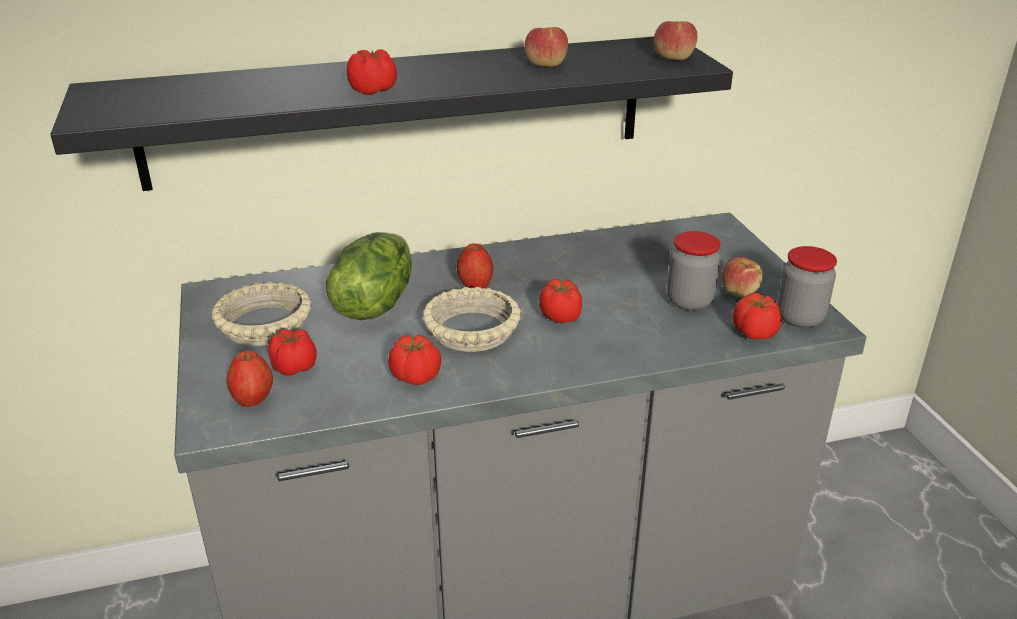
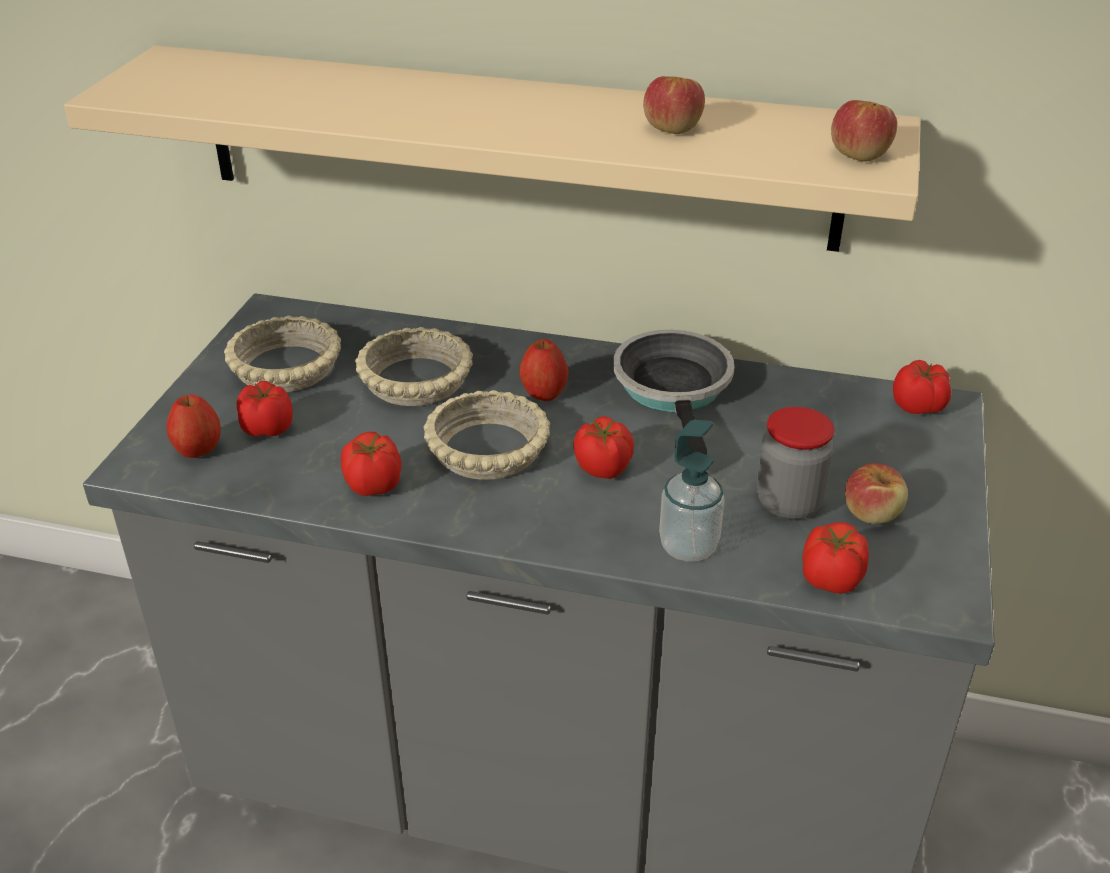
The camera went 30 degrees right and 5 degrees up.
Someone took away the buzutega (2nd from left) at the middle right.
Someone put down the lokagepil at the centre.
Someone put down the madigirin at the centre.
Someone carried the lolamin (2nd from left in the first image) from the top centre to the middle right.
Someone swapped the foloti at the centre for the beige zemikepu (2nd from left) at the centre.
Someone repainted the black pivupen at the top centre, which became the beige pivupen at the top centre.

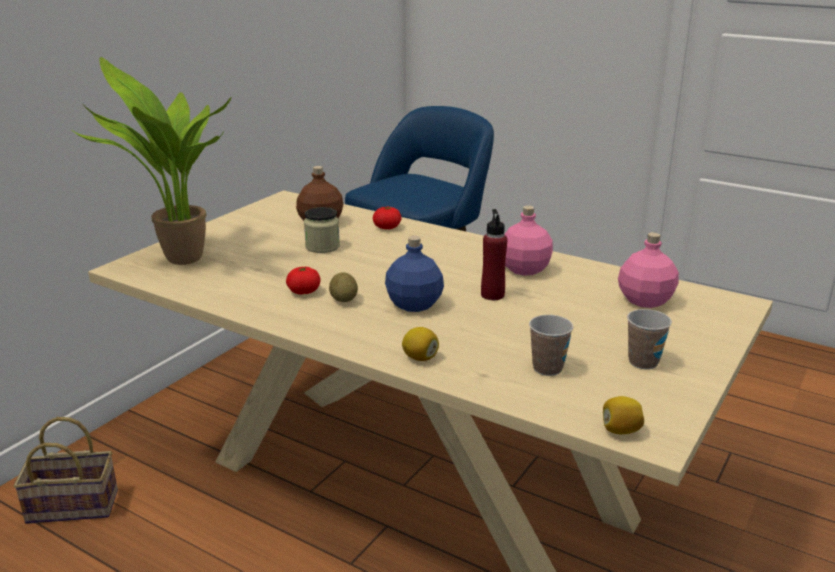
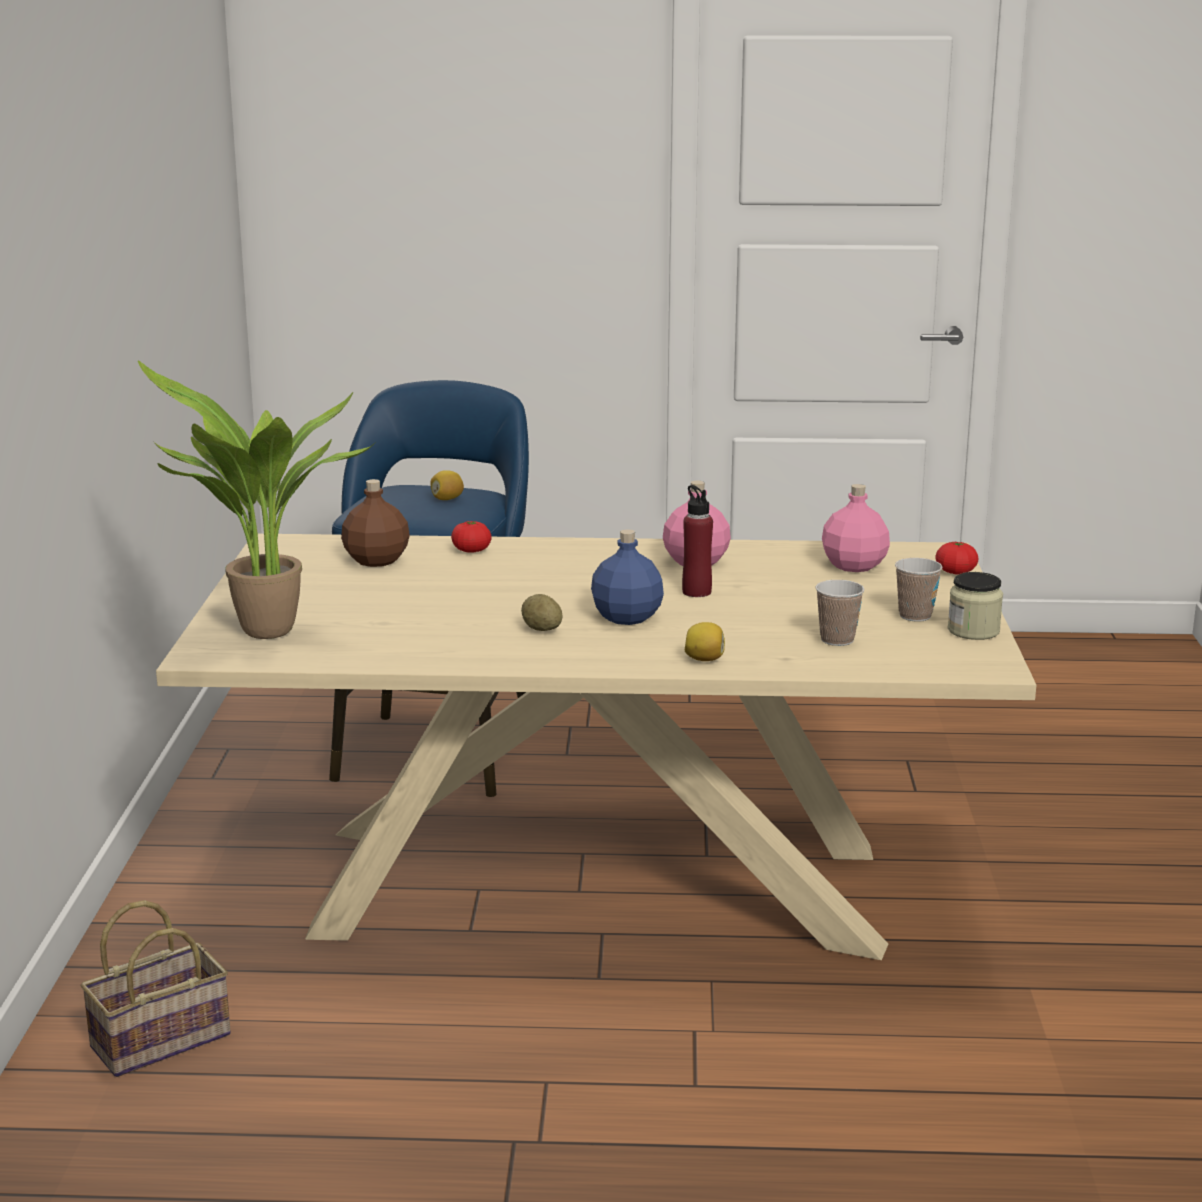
The camera went 30 degrees left and 5 degrees down.
Someone carried the lolamin (1st from left in the first image) from the centre to the middle right.
Someone carried the buzutega from the centre to the middle right.
Someone carried the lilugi (2nd from left in the first image) from the bottom right to the centre.

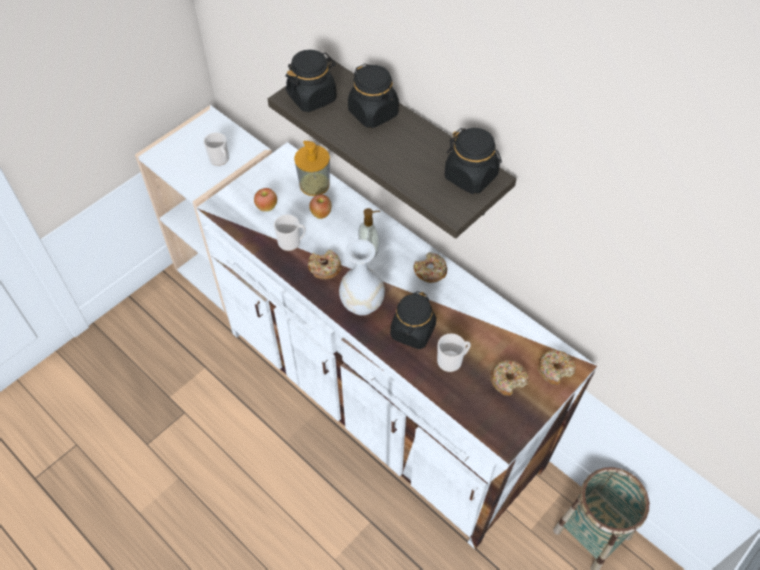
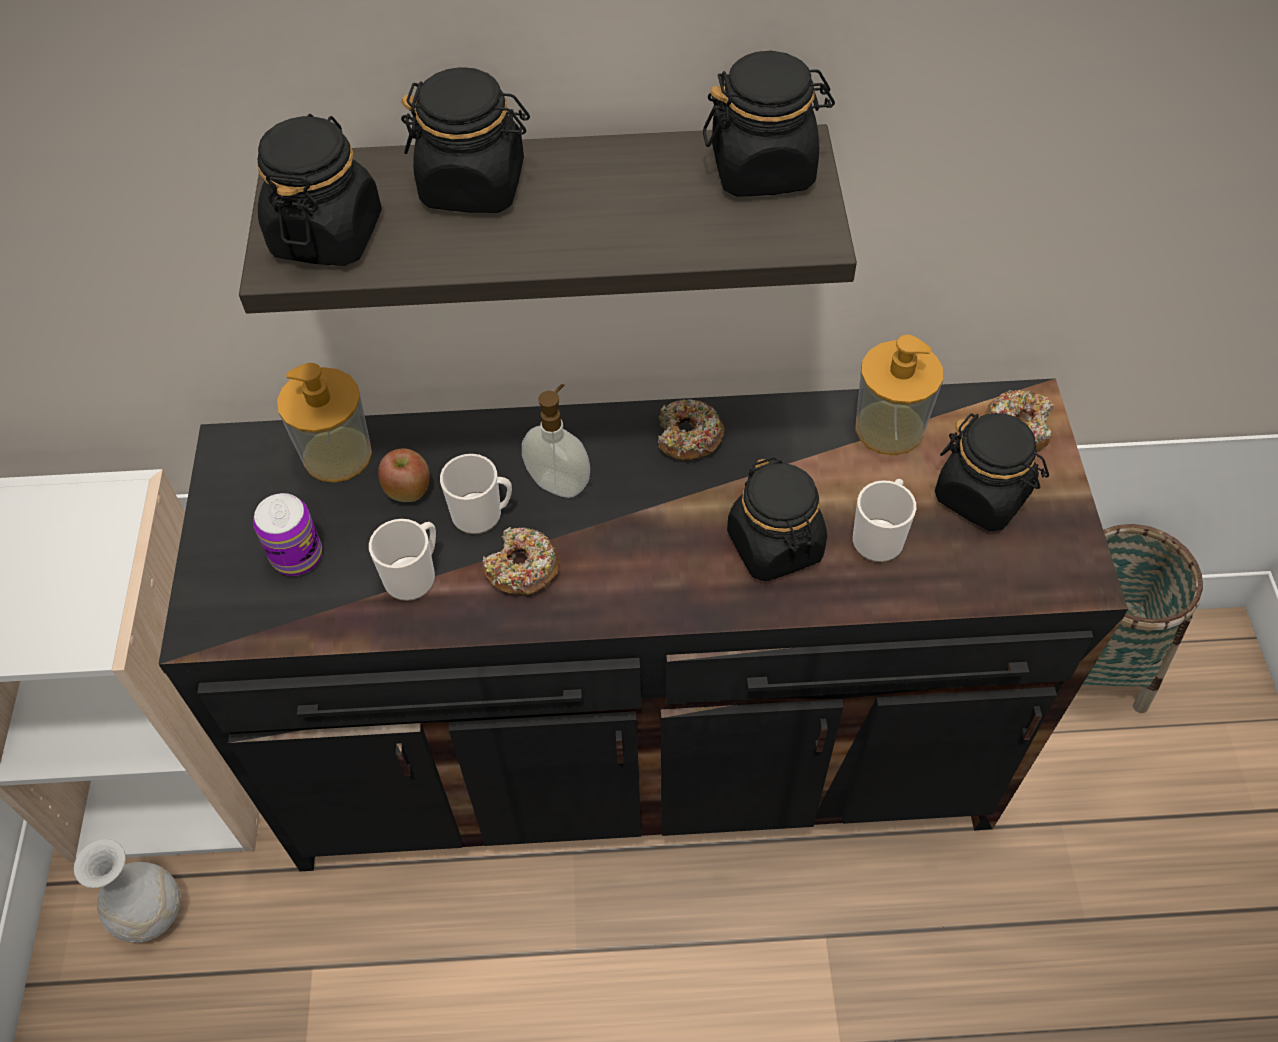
The camera went 45 degrees left and 0 degrees up.
Someone put down the madigirin (3rd from left) at the middle right.
Someone carried the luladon (1st from left in the first image) from the top left to the centre.
Someone carried the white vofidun from the centre to the bottom left.
Someone swapped the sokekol (1st from left) at the centre for the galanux at the middle left.
Someone swapped the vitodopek (3rd from left) at the middle right for the black buzutega (5th from left) at the middle right.
Someone repainted the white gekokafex at the centre, which became the black gekokafex at the centre.

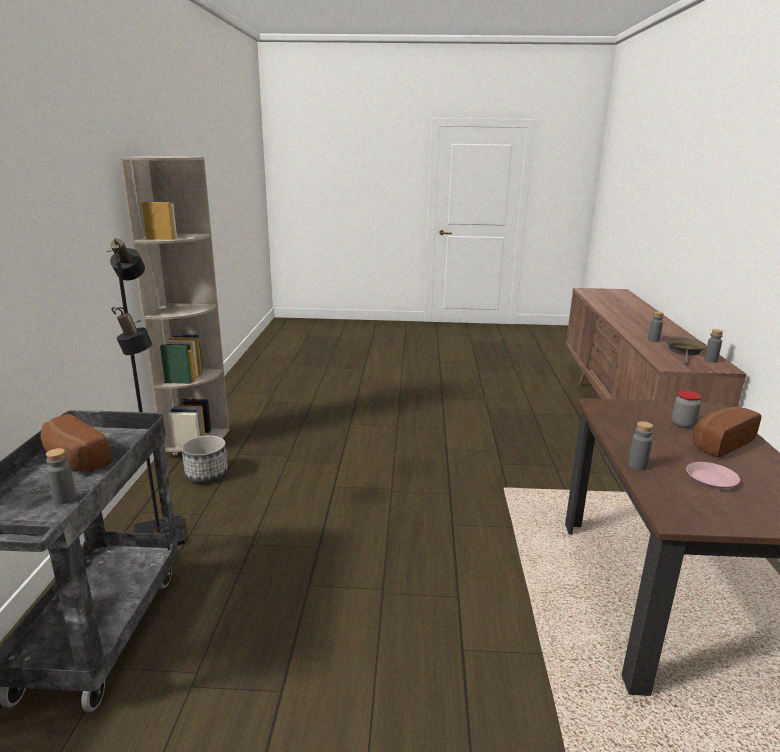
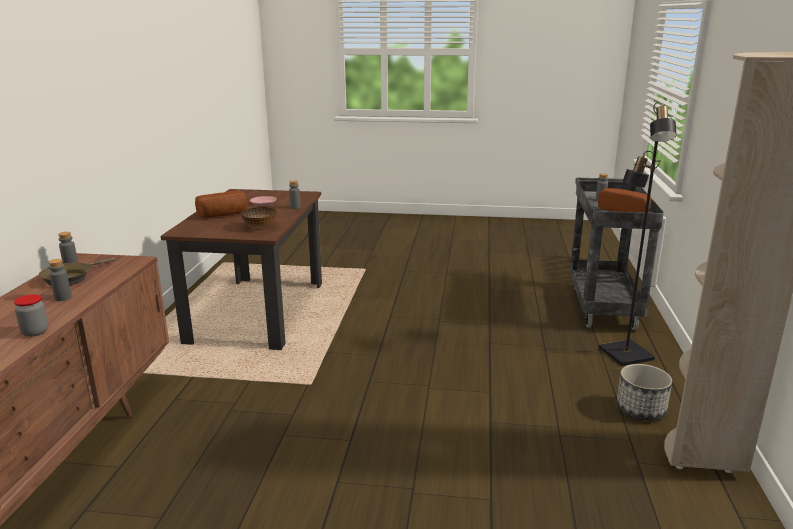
The camera went 175 degrees left and 0 degrees up.
Someone put down the zemikepu at the middle left.
Someone carried the buzutega from the middle right to the middle left.

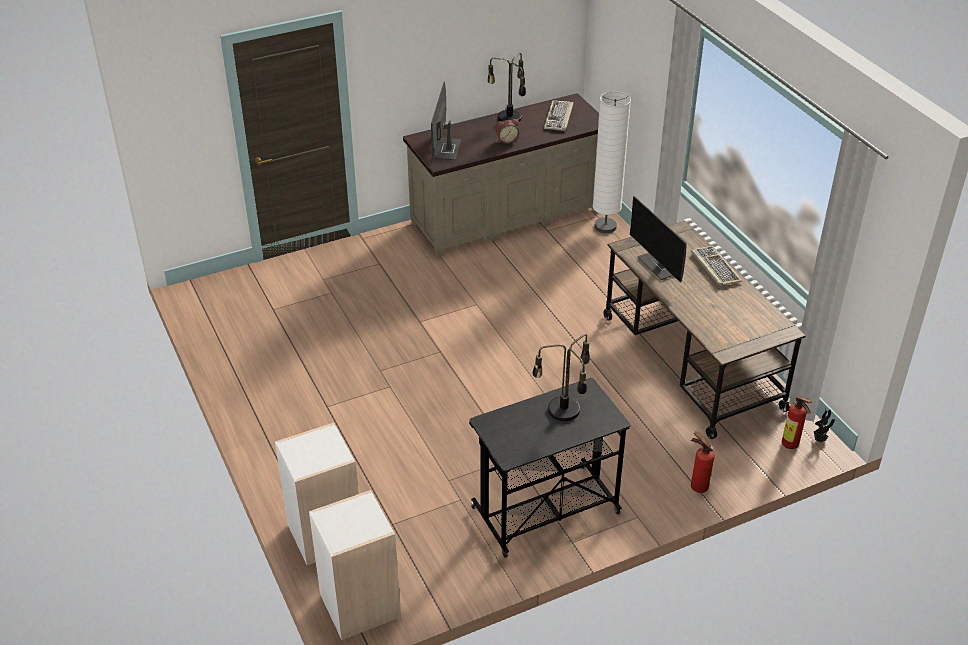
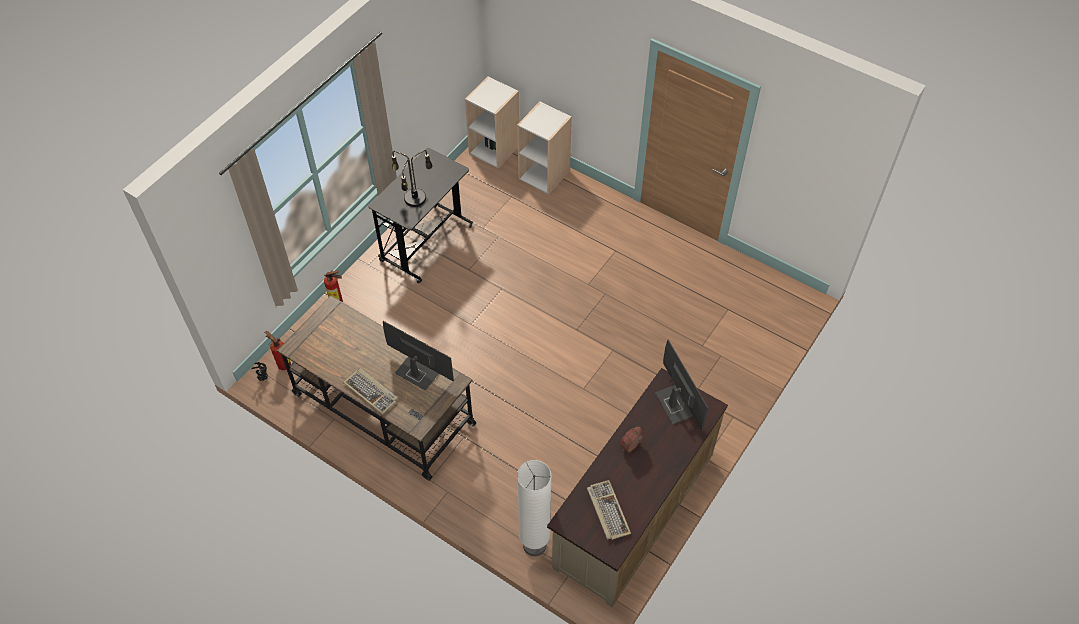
The camera went 150 degrees right and 15 degrees up.
Someone took away the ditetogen (1st from left) at the top centre.

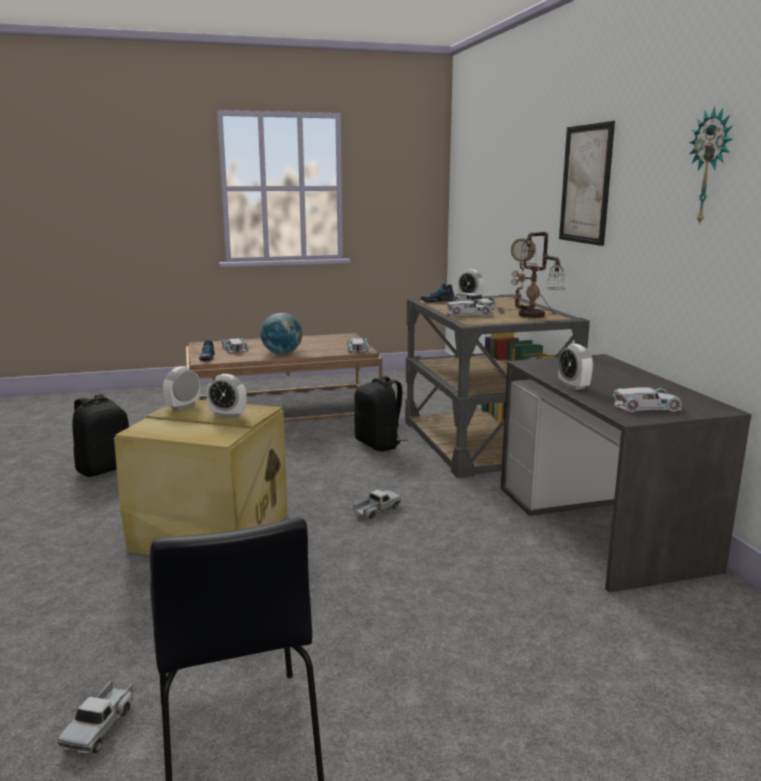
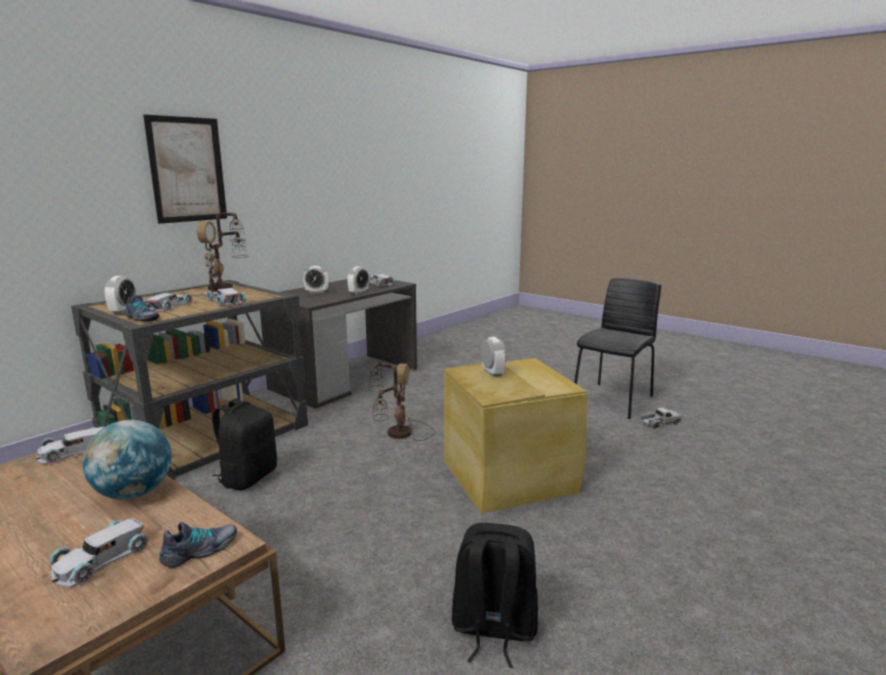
The camera went 125 degrees left and 0 degrees up.
Someone took away the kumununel at the top right.
Someone carried the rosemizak (1st from left in the first image) from the middle left to the centre.
Someone swapped the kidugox (2nd from left) at the centre for the ditetogen (2nd from left) at the centre.

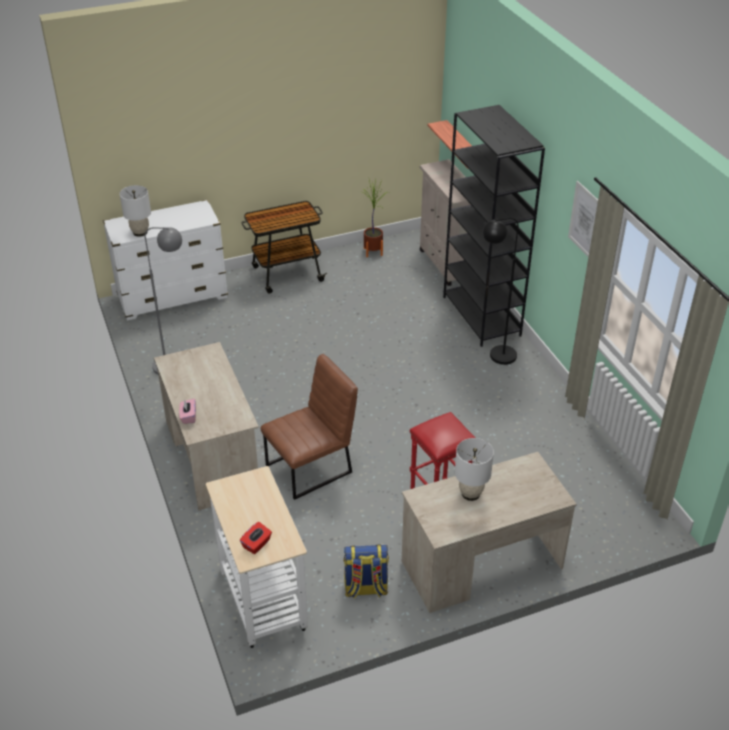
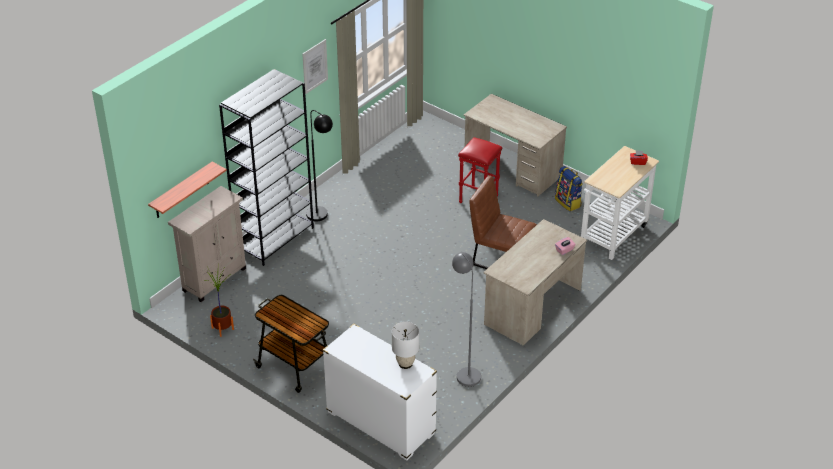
The camera went 120 degrees left and 0 degrees up.
Someone took away the white ditetogen (2nd from left) at the centre.

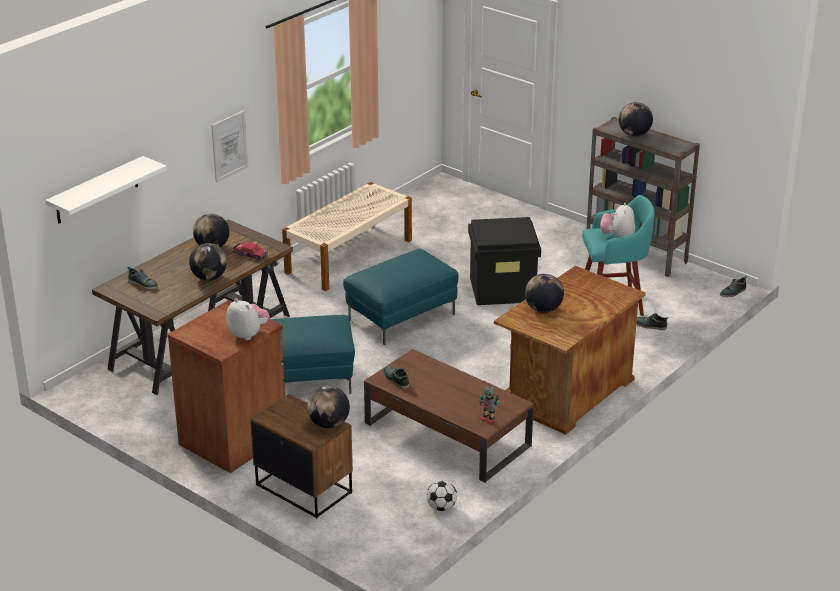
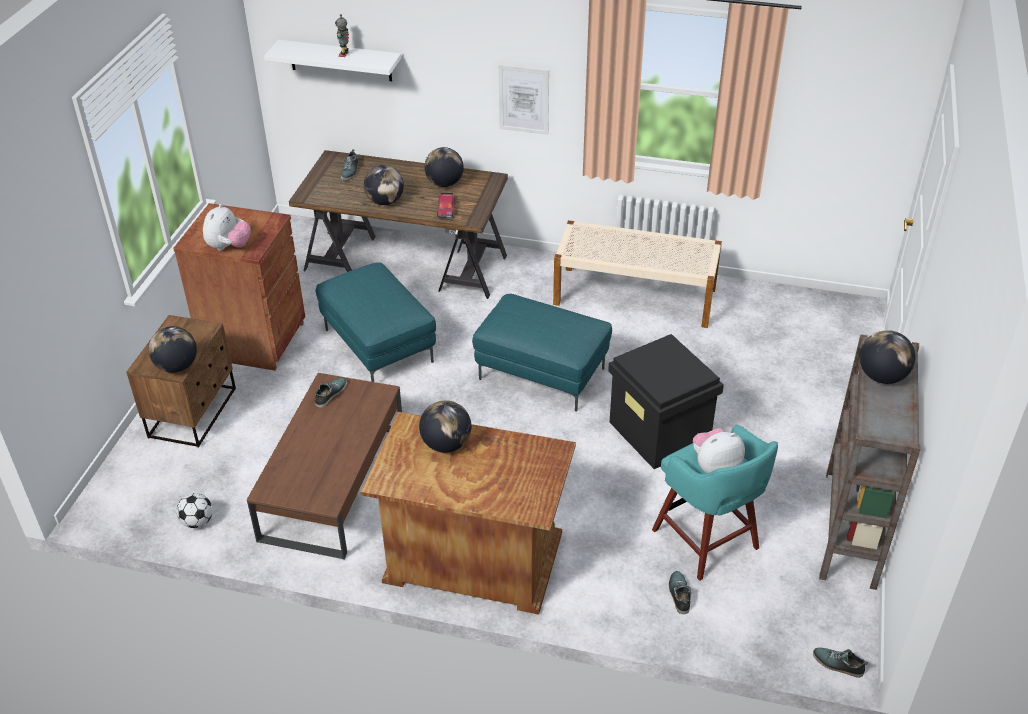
The camera went 65 degrees right and 10 degrees up.
Someone carried the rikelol from the bottom centre to the top left.

